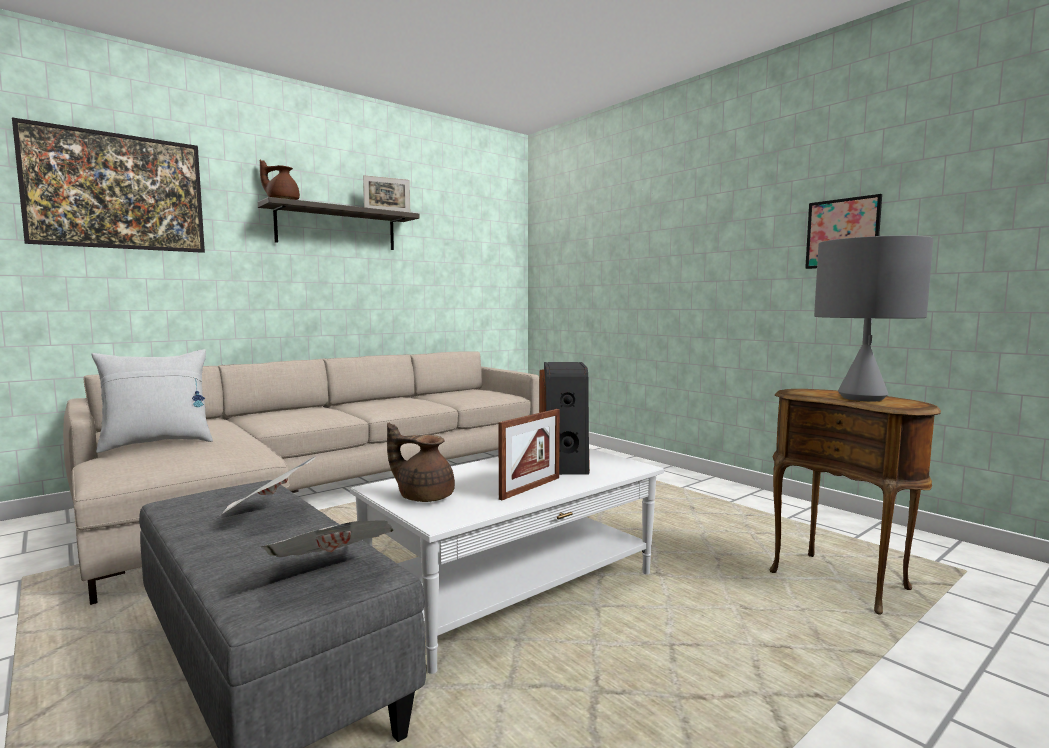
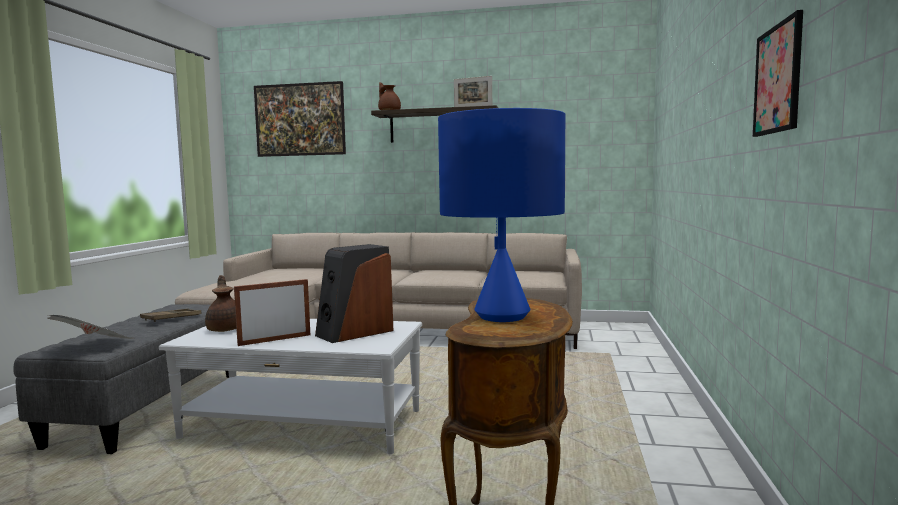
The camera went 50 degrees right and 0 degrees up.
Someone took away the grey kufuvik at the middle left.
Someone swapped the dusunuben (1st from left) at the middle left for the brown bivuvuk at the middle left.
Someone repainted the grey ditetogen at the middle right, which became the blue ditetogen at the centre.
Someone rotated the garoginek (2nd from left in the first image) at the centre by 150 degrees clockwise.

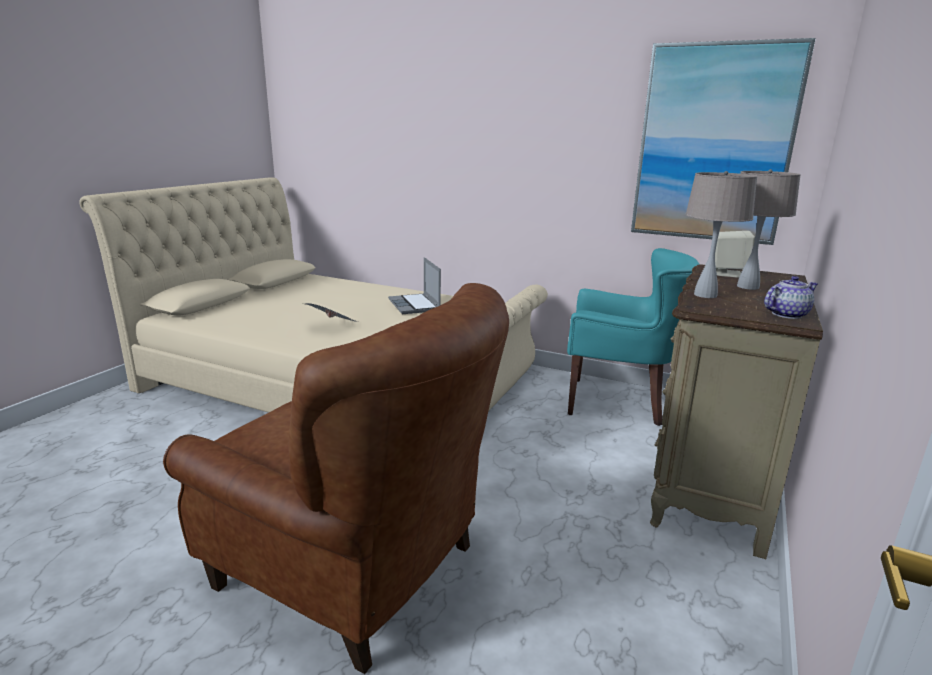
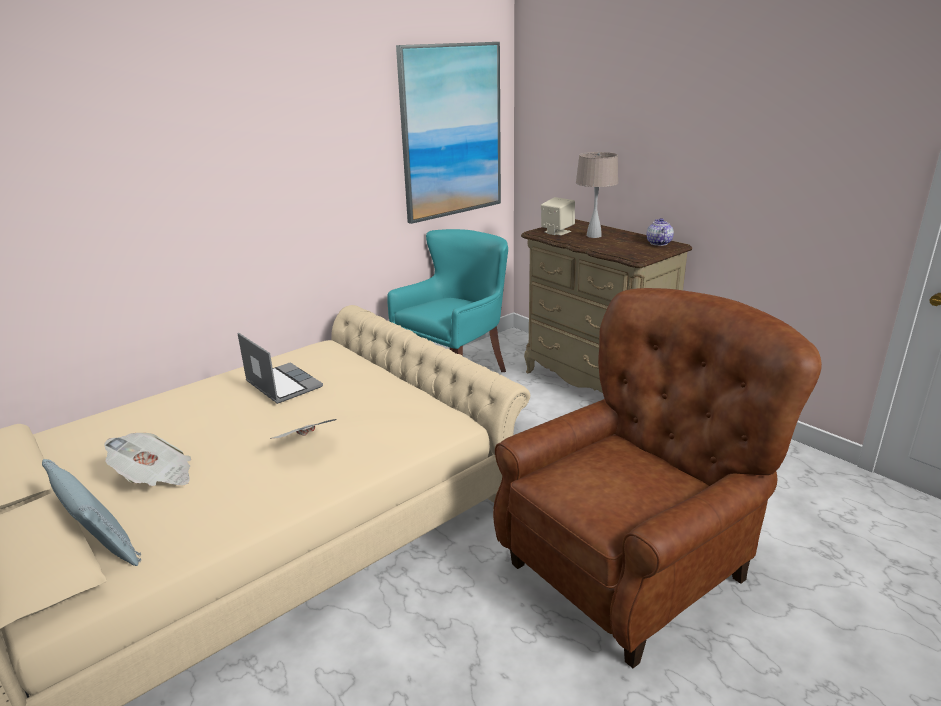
The camera went 65 degrees left and 5 degrees up.
Someone took away the beige ditetogen (1st from left) at the middle right.
Someone put down the blue kufuvik at the bottom left.
Someone put down the dusunuben (1st from left) at the middle left.
Someone rotated the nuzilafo at the centre by 135 degrees counterclockwise.

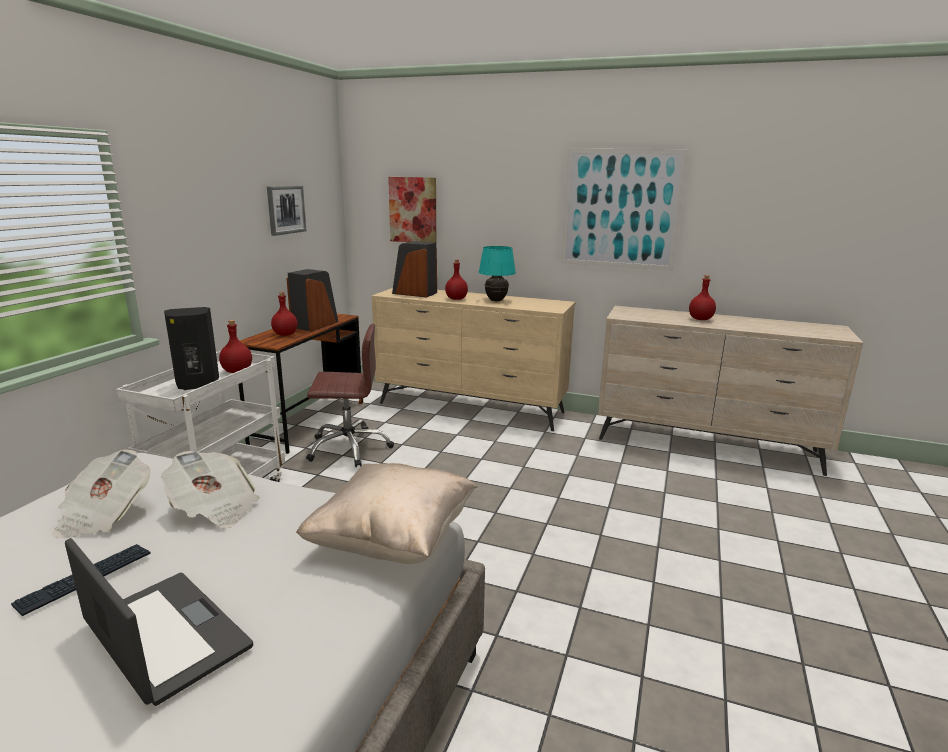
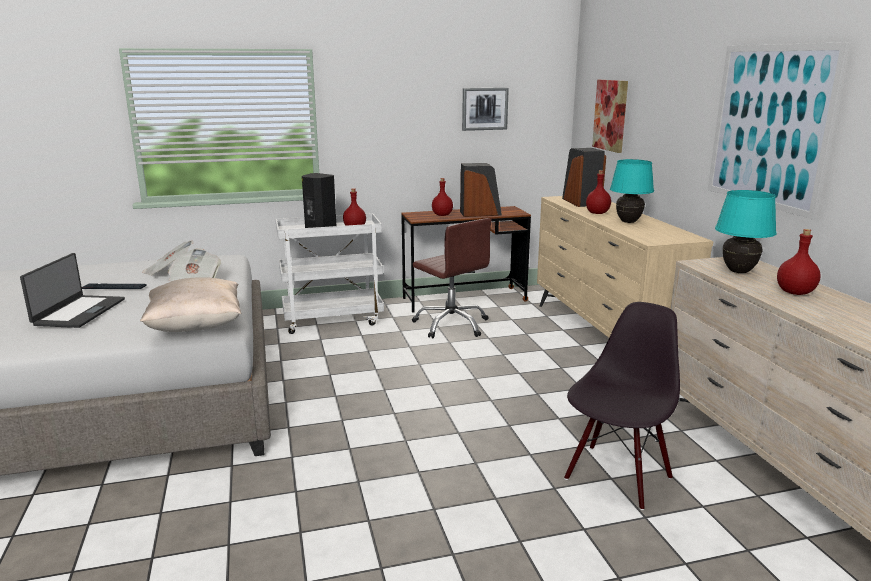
The camera went 55 degrees right and 0 degrees up.
Someone put down the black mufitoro at the bottom right.
Someone put down the turquoise ditetogen (2nd from left) at the middle right.

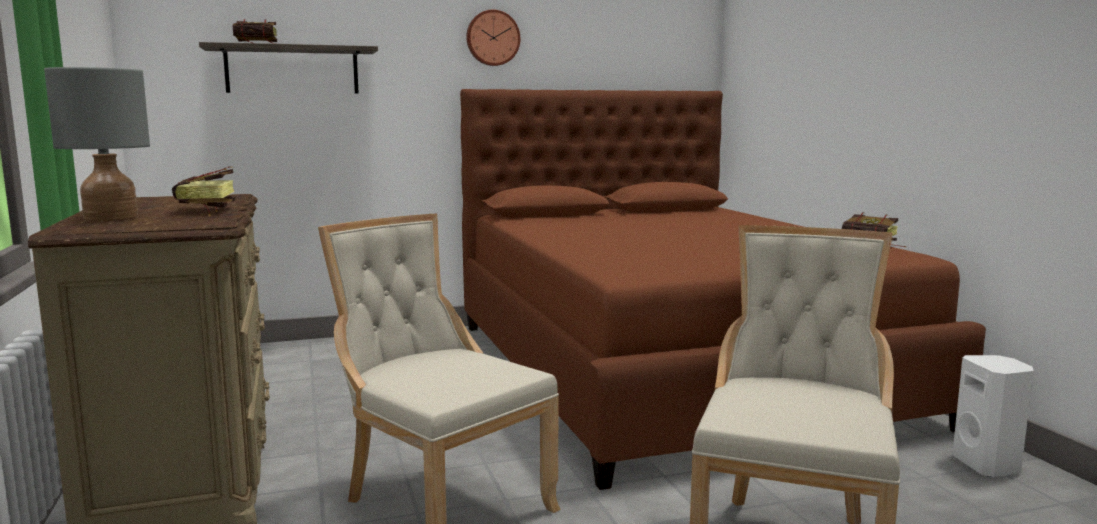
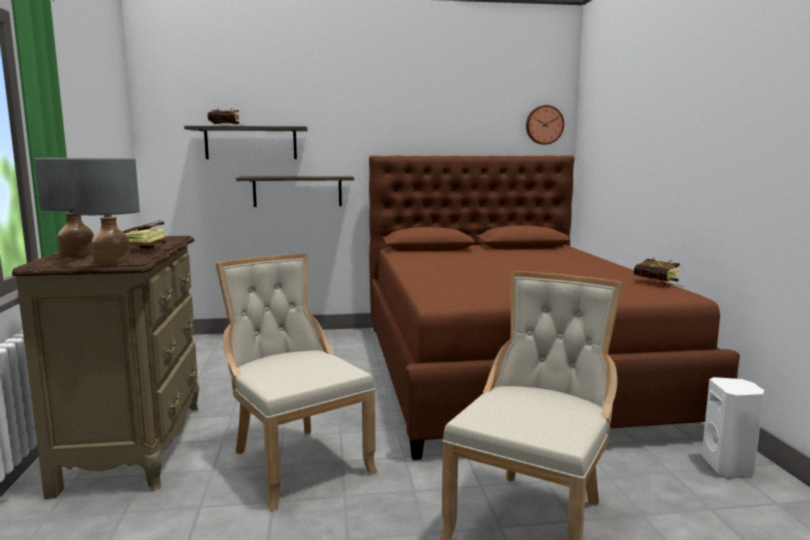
The camera went 10 degrees right and 0 degrees up.
Someone put down the grey ditetogen (2nd from left) at the middle left.
Someone put up the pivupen (2nd from left) at the centre.
Someone carried the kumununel from the top centre to the top right.

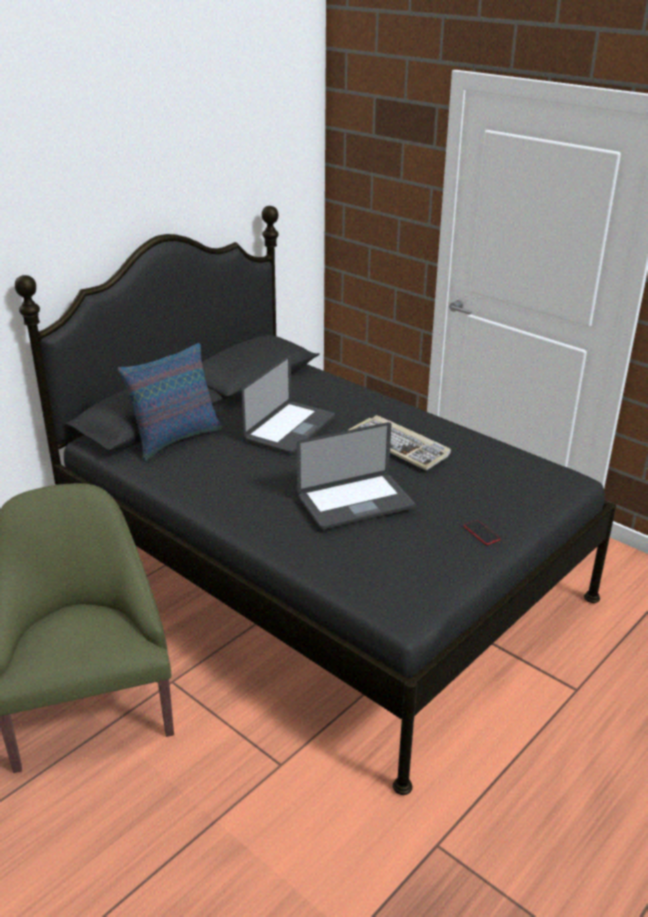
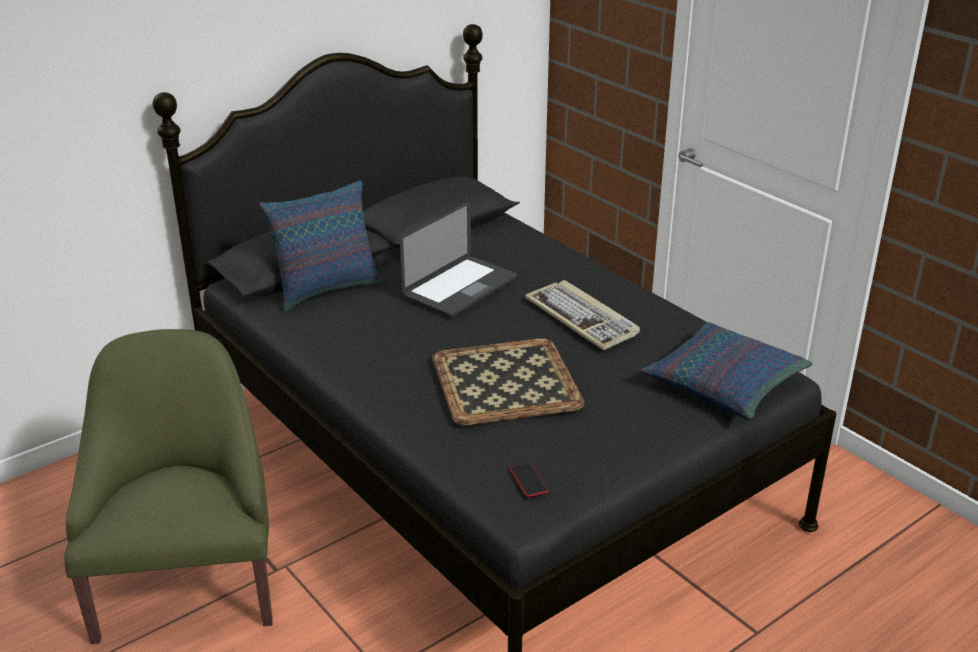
The camera went 10 degrees right and 0 degrees up.
Someone put down the blue kufuvik (2nd from left) at the middle right.
Someone carried the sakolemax from the middle right to the bottom centre.
Someone swapped the nuzilafo (2nd from left) at the centre for the bivuvuk at the centre.

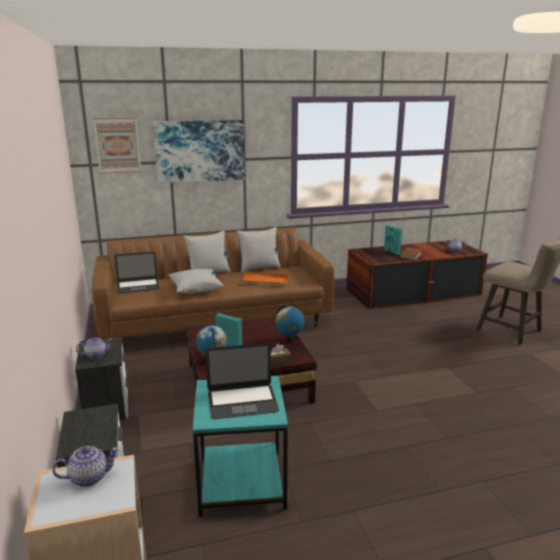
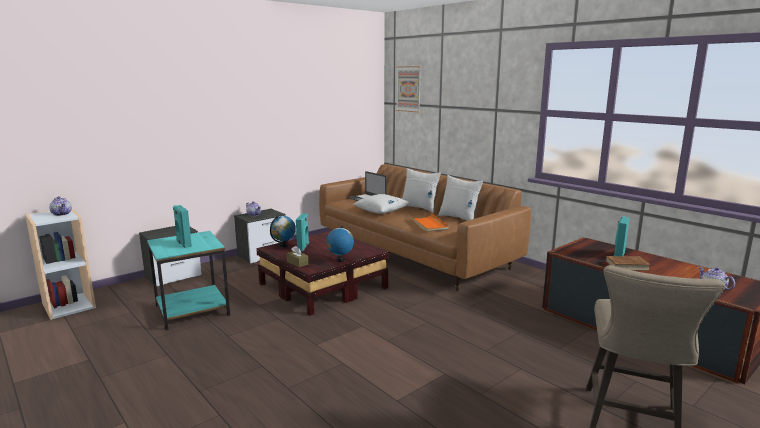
The camera went 65 degrees right and 5 degrees down.
Someone took away the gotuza (2nd from left) at the top centre.
Someone swapped the nuzilafo (2nd from left) at the bottom centre for the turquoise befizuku (1st from left) at the middle left.

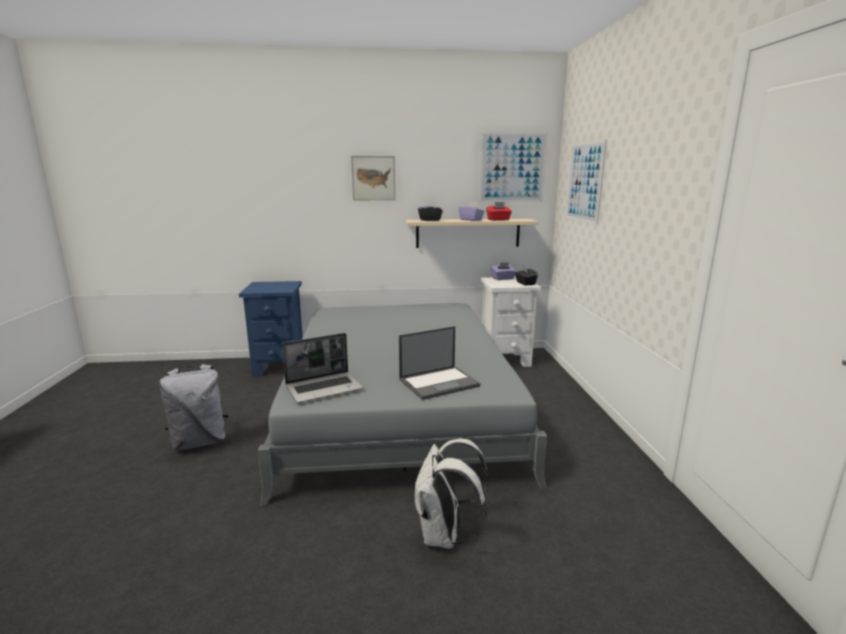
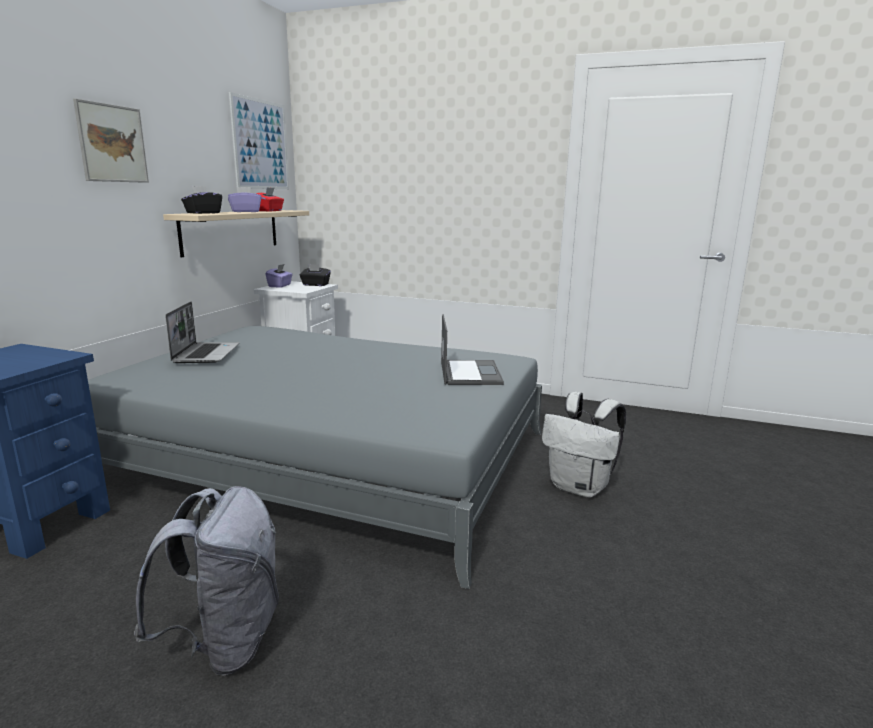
The camera went 65 degrees left and 0 degrees up.
Someone took away the gotuza (3rd from left) at the top right.
Someone carried the nuzilafo (1st from left) from the centre to the middle left.

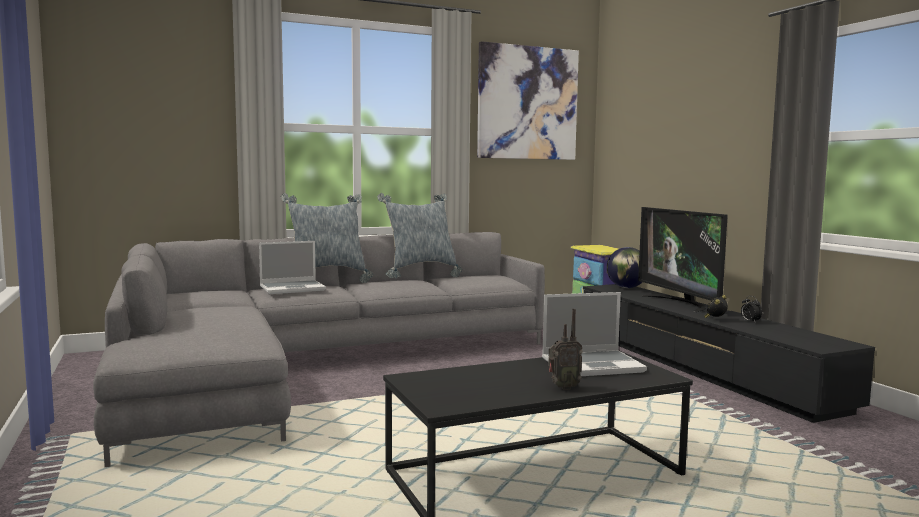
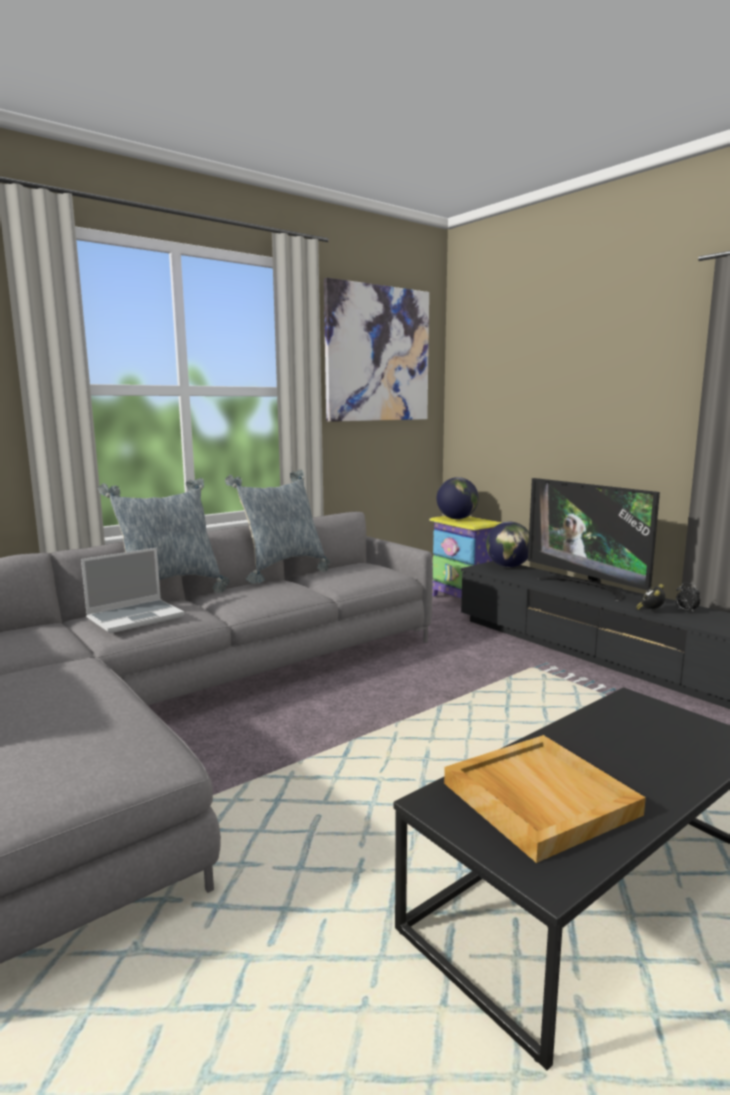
The camera went 15 degrees left and 5 degrees up.
Someone took away the nuzilafo (2nd from left) at the centre.
Someone took away the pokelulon at the bottom centre.
Someone put down the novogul (1st from left) at the centre.
Someone put down the beige bivuvuk at the bottom right.

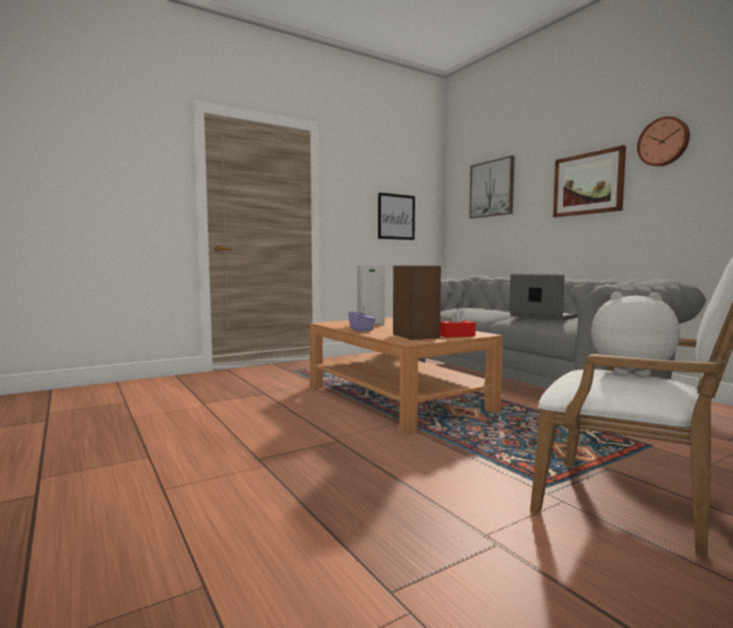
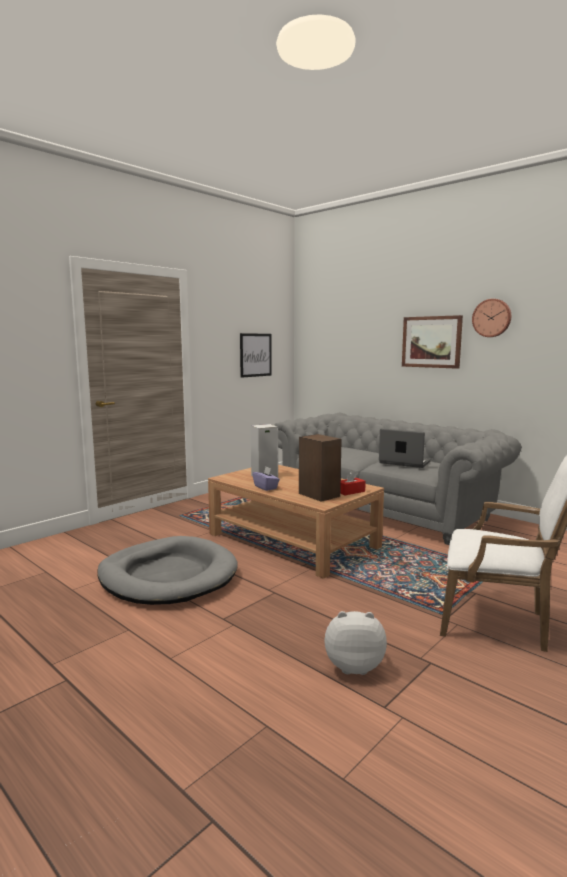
The camera went 15 degrees left and 5 degrees up.
Someone took away the gotuza (2nd from left) at the top right.
Someone put down the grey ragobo at the middle left.
Someone carried the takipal from the middle right to the bottom centre.

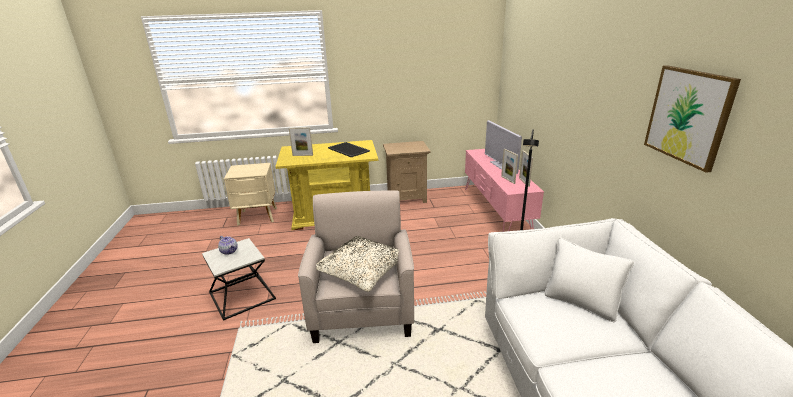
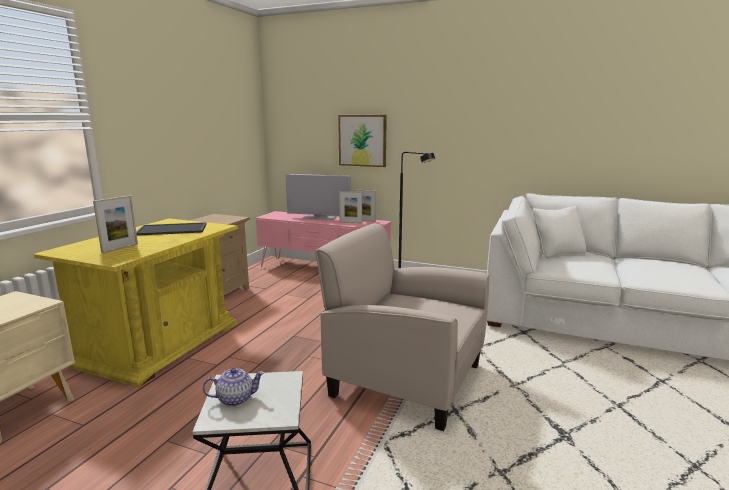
The camera went 60 degrees left and 10 degrees down.
Someone took away the beige kufuvik at the centre.
Someone carried the gotuza from the top right to the top centre.

